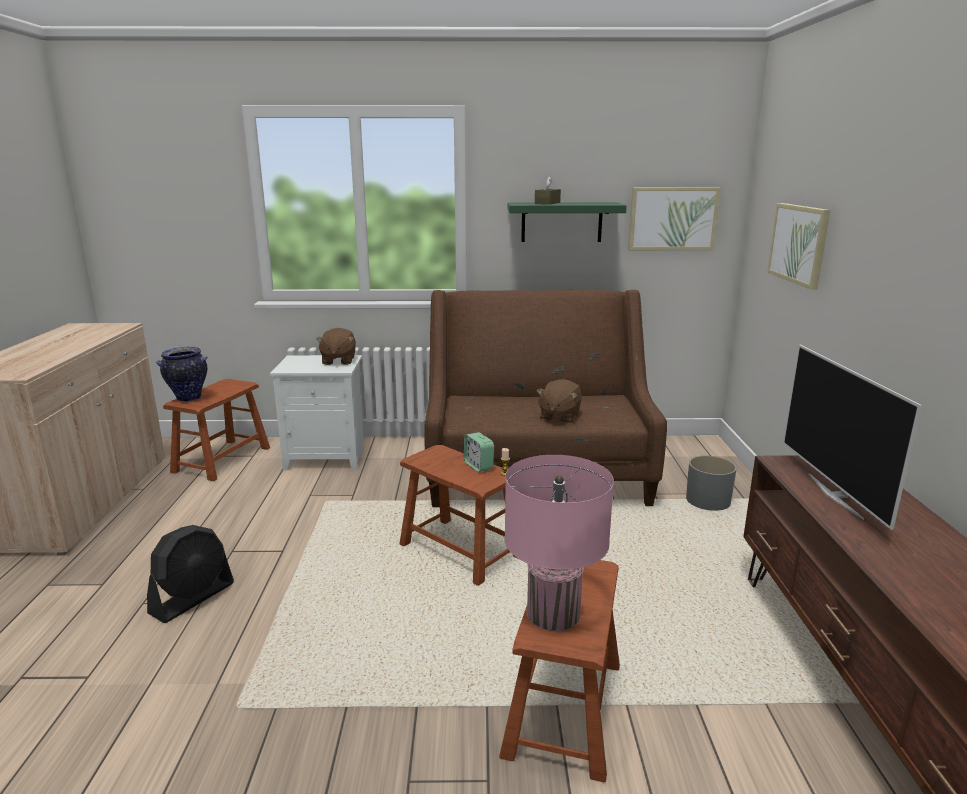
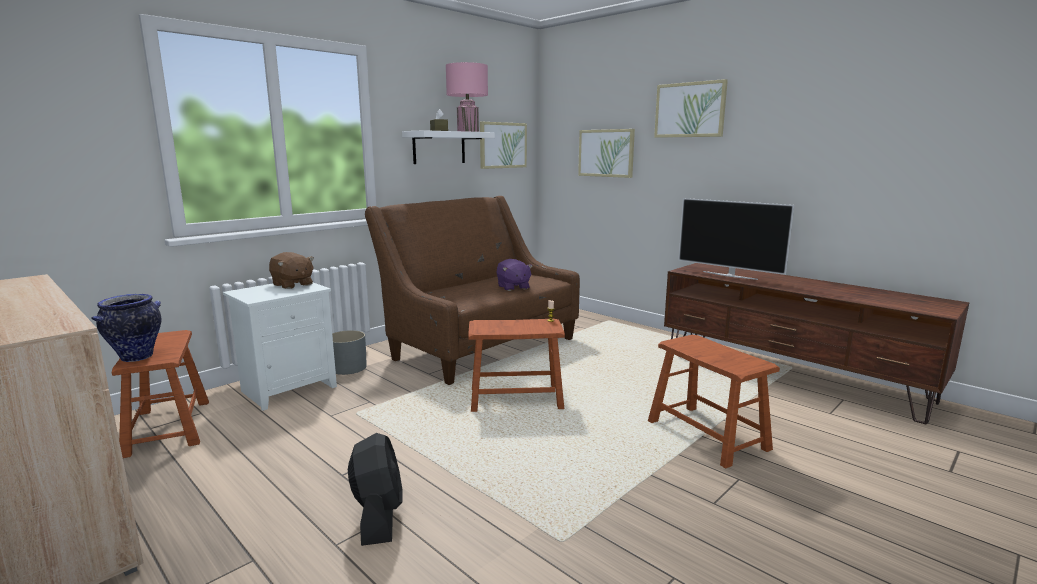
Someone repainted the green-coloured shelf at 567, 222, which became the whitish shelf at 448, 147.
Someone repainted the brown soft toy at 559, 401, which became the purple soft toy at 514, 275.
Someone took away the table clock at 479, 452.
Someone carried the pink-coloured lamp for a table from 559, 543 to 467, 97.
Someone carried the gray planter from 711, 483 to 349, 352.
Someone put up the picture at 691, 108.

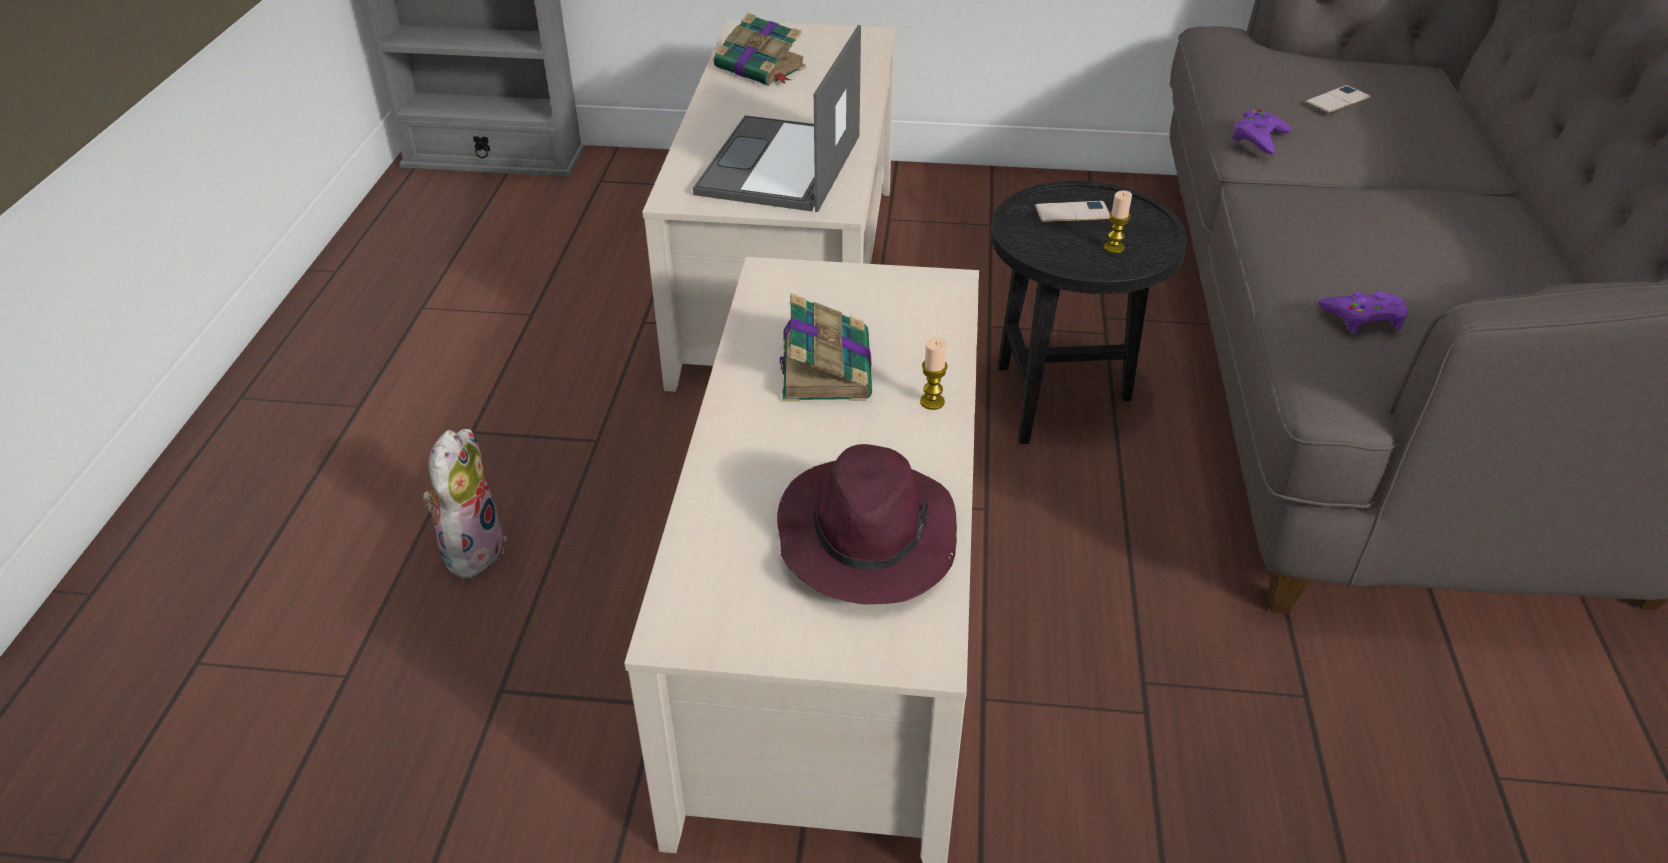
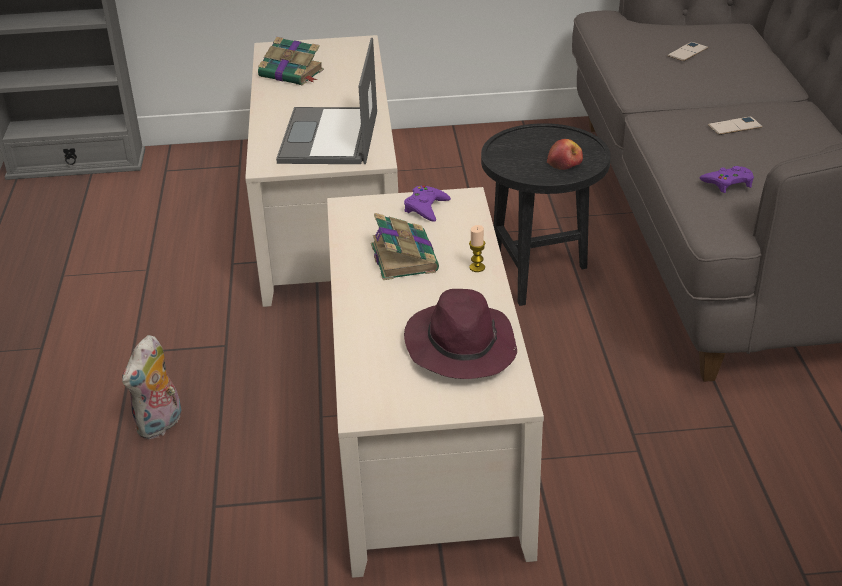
Someone carried the purple joypad from 1261, 132 to 427, 203.
Someone swapped the wax candle at 1118, 221 for the apple fruit at 565, 154.
Someone carried the handset from 1072, 211 to 735, 125.
Someone rotated the soft toy at 465, 504 by 150 degrees counterclockwise.

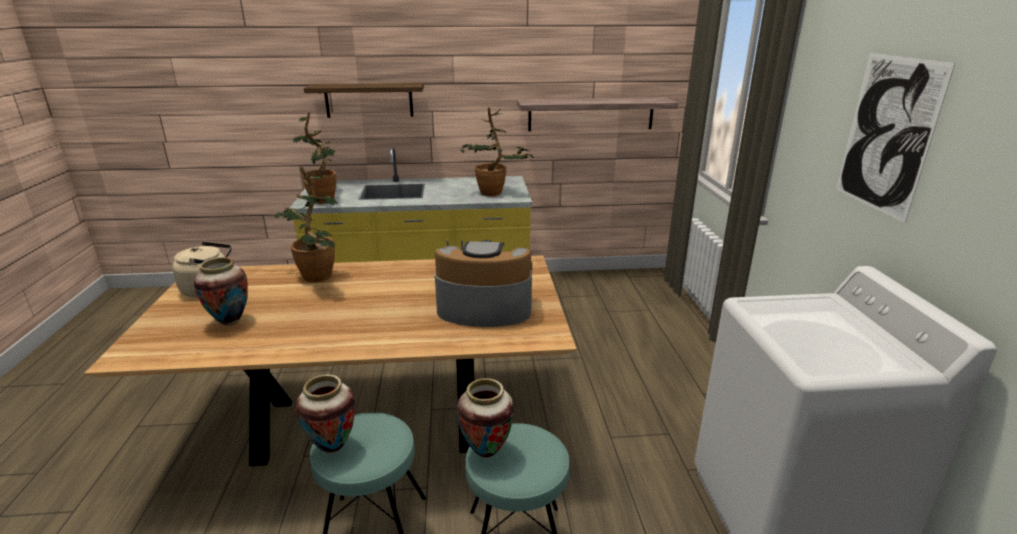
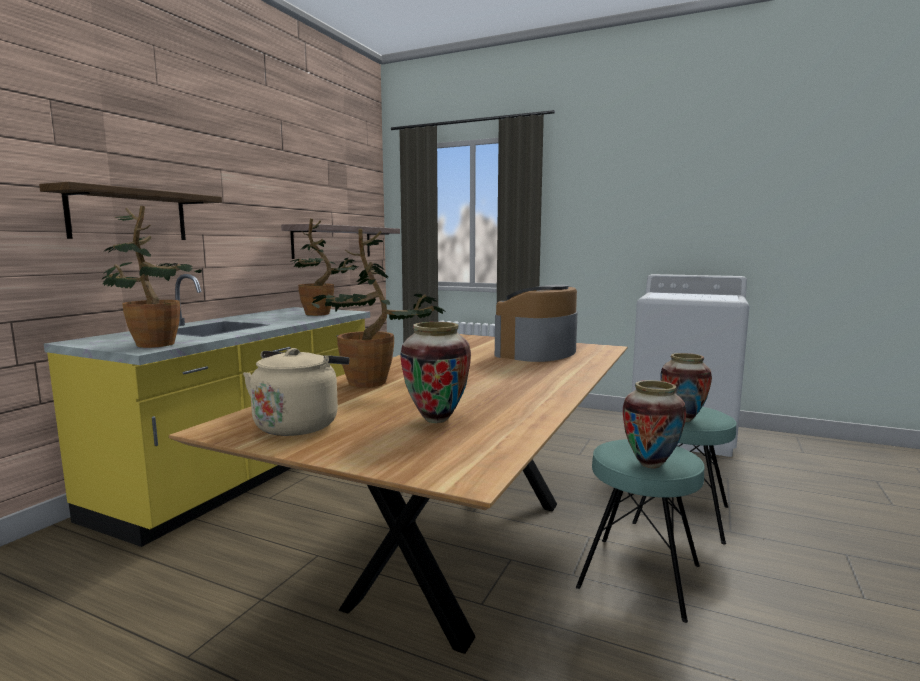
Someone took away the picture at 895, 138.

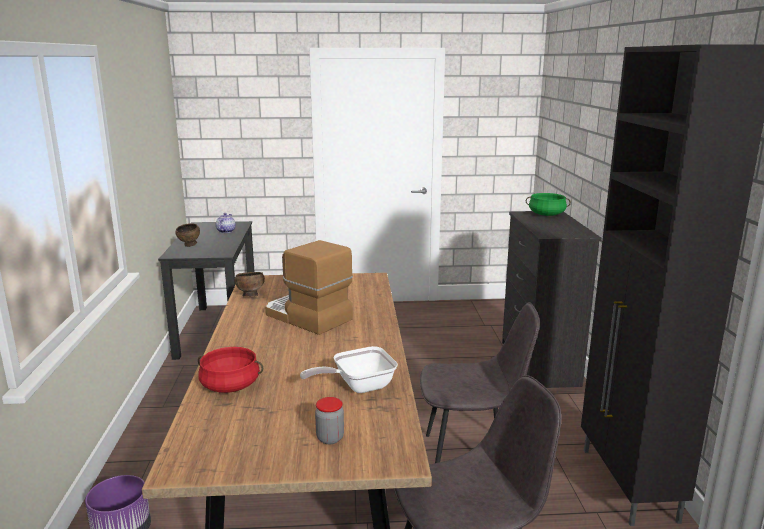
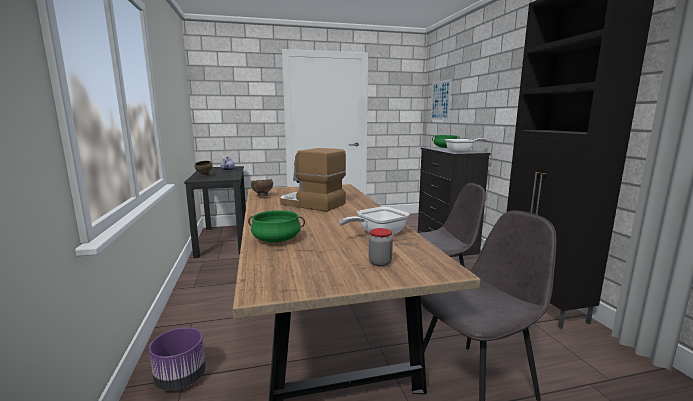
Someone repainted the reddish stockpot at 230, 370, which became the green-coloured stockpot at 276, 226.
Someone put up the picture at 440, 99.
Someone put down the skillet at 466, 145.

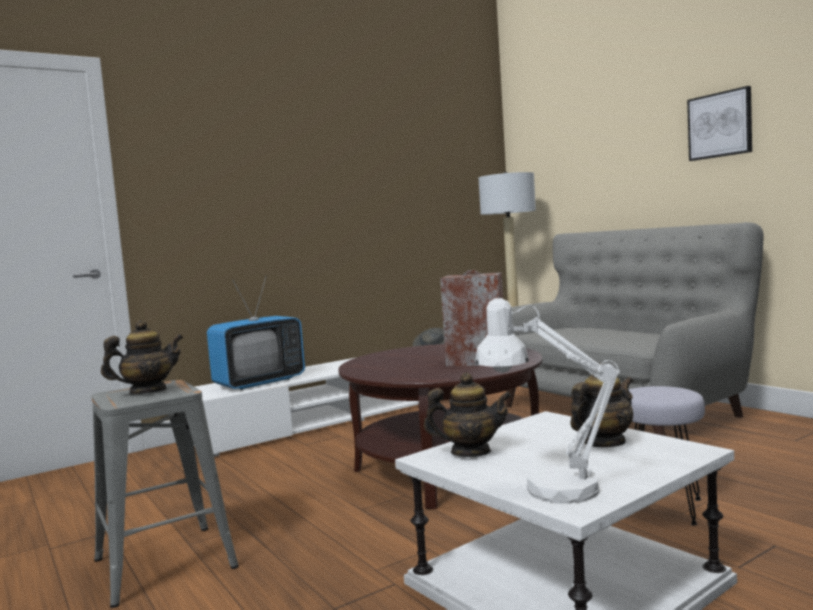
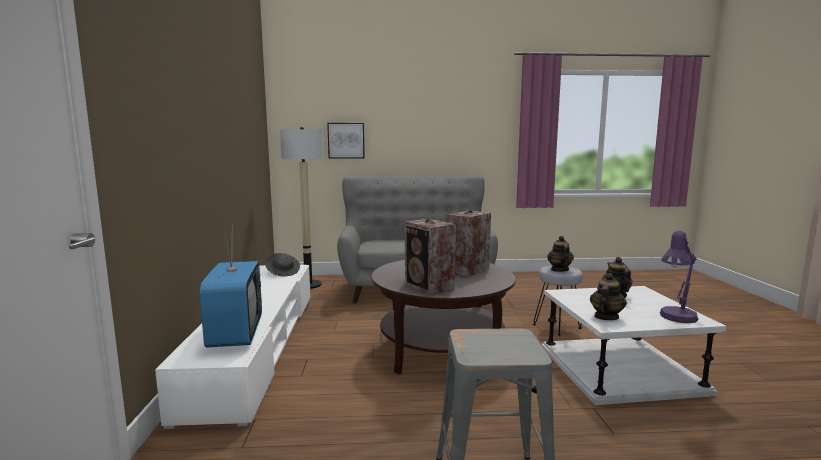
Someone carried the picture from 719, 123 to 346, 141.
Someone repainted the whitish lamp for a table at 547, 401, which became the purple lamp for a table at 679, 277.
Someone carried the pot for tea from 142, 357 to 560, 254.
Someone put down the speaker at 430, 257.

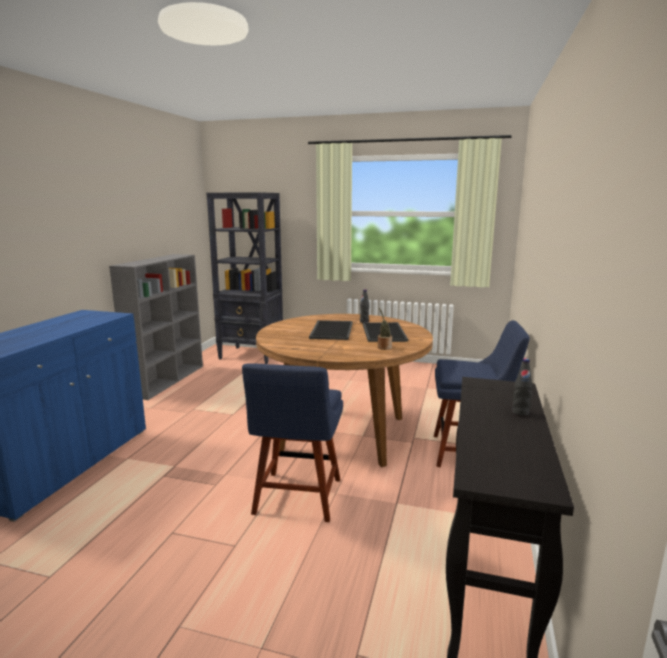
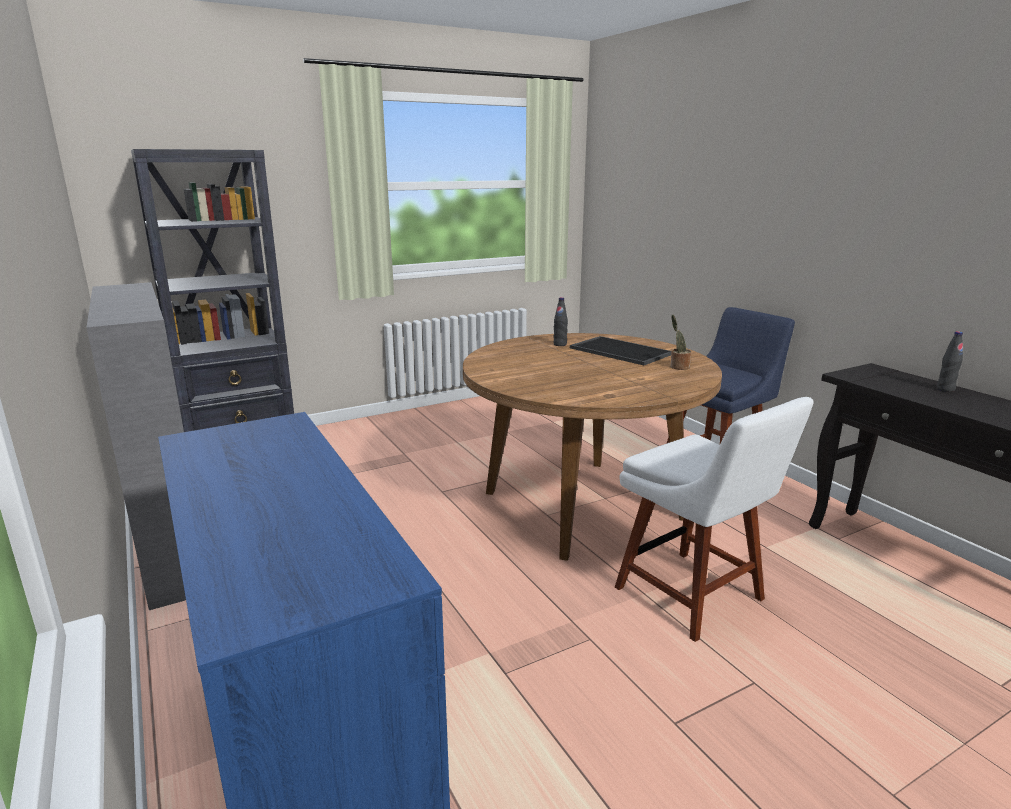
Someone took away the carrying tray at 331, 330.
Someone repainted the blue-coloured plain chair at 292, 442, which became the whitish plain chair at 714, 519.

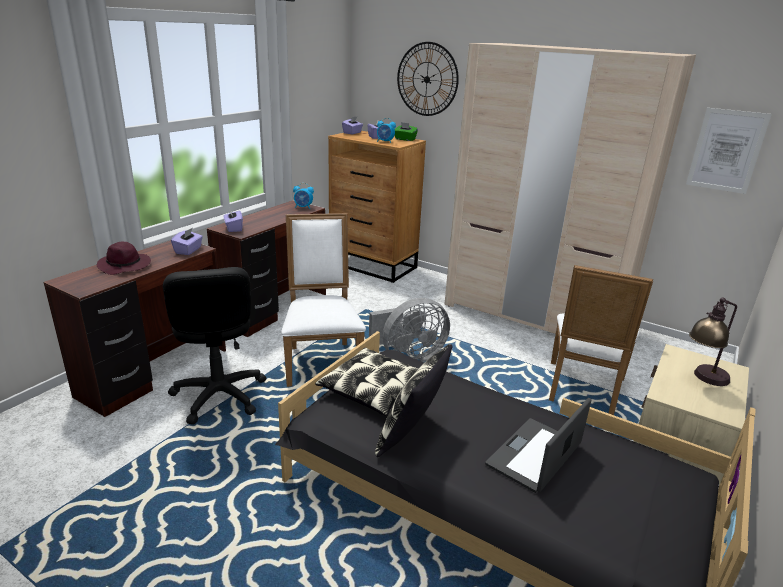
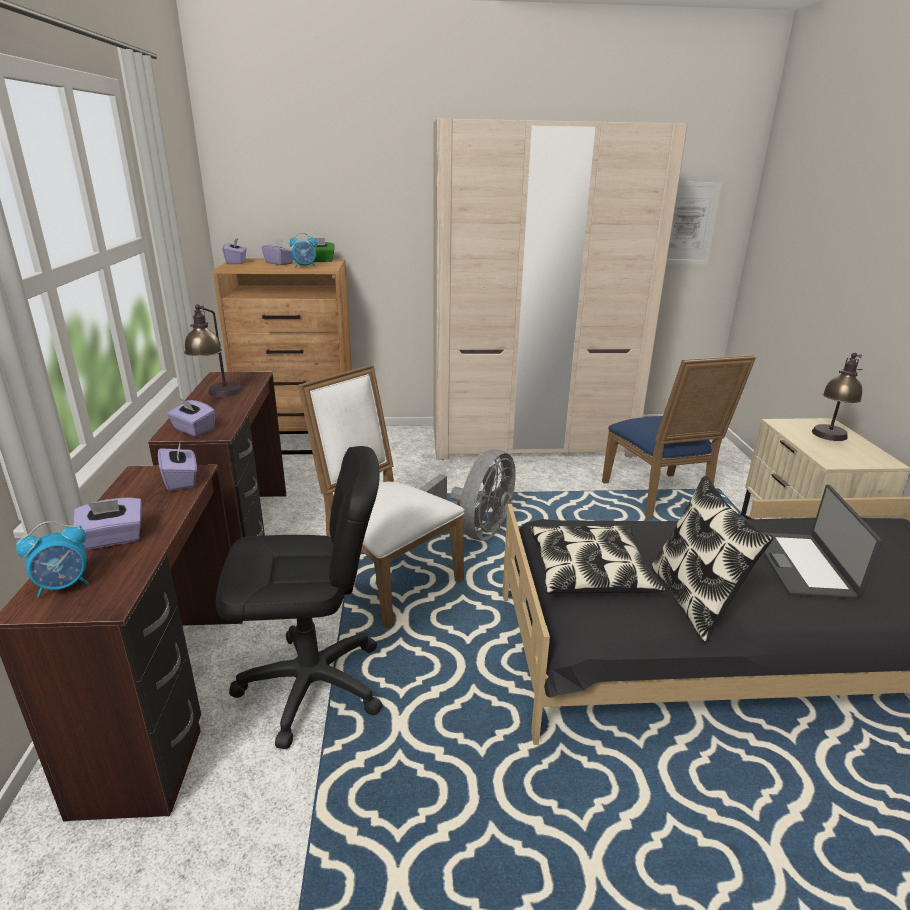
Someone took away the wall clock at 428, 79.
Someone carried the table clock from 303, 196 to 52, 559.
Someone swapped the purple wearable hat at 124, 258 for the purple box of tissues at 107, 523.
Someone repainted the whitish plain chair at 601, 340, which became the blue-coloured plain chair at 679, 437.
Someone rotated the black-coloured computer chair at 214, 346 by 45 degrees counterclockwise.
Someone put down the lamp for a table at 213, 350.

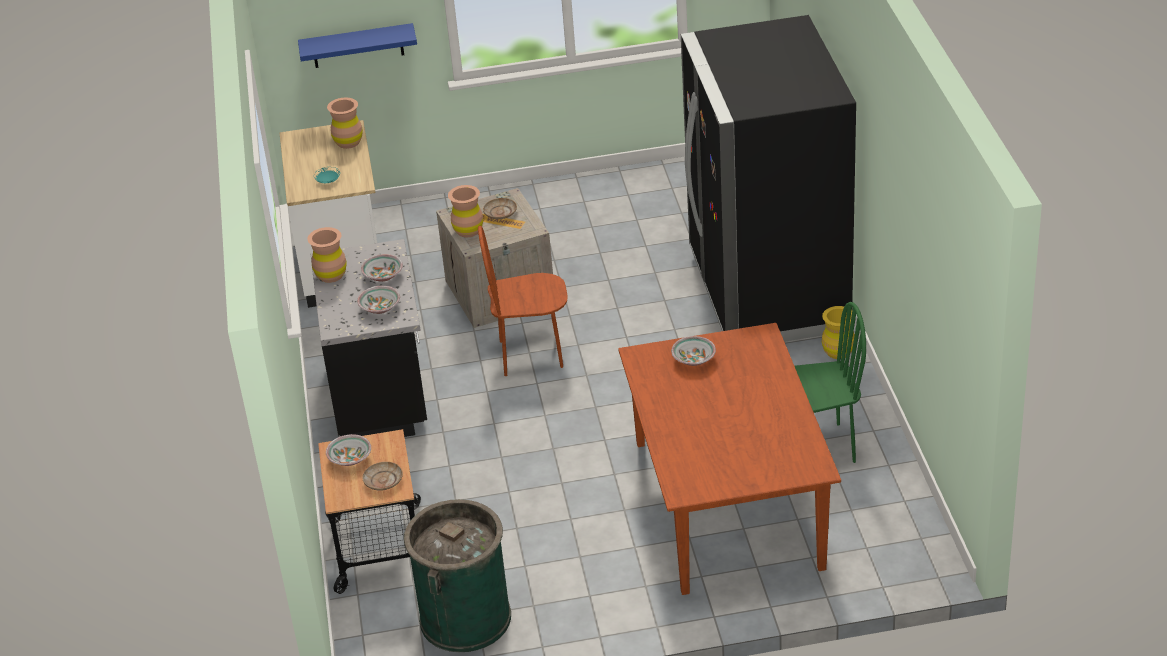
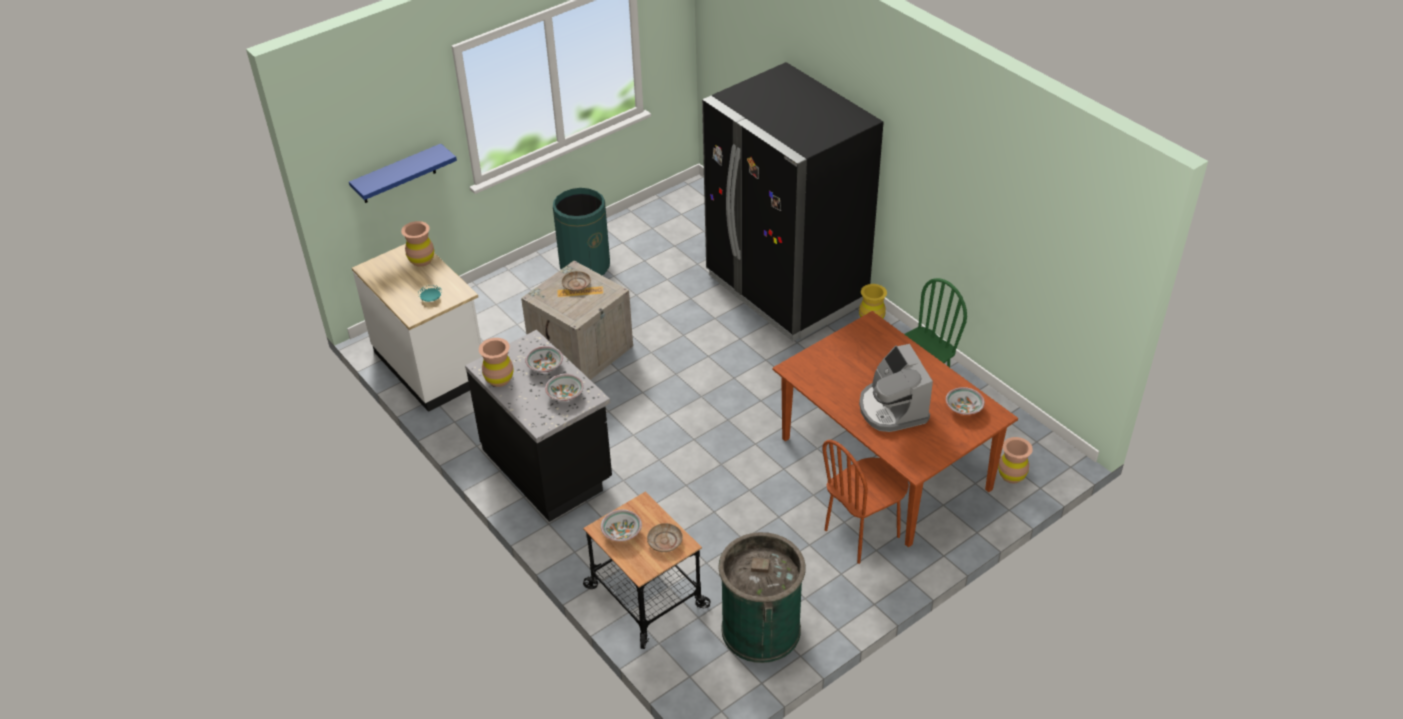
Someone carried the brown decorative vase from 465, 211 to 1015, 460.
Someone carried the brown plain chair from 522, 301 to 865, 502.
Someone carried the deep dish from 693, 351 to 965, 401.
Someone put down the green-coloured waste bin at 581, 231.
Someone put down the coffee machine at 896, 388.

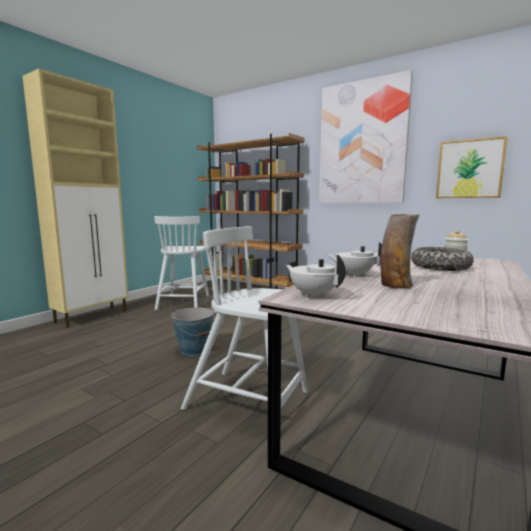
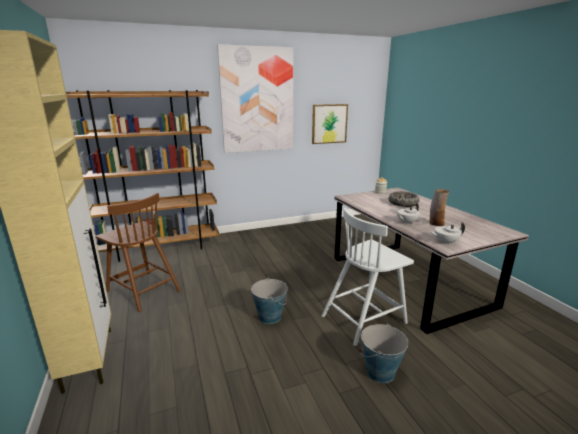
Someone repainted the whitish plain chair at 181, 263, which became the brown plain chair at 138, 252.
Someone put down the water bucket at 383, 353.

